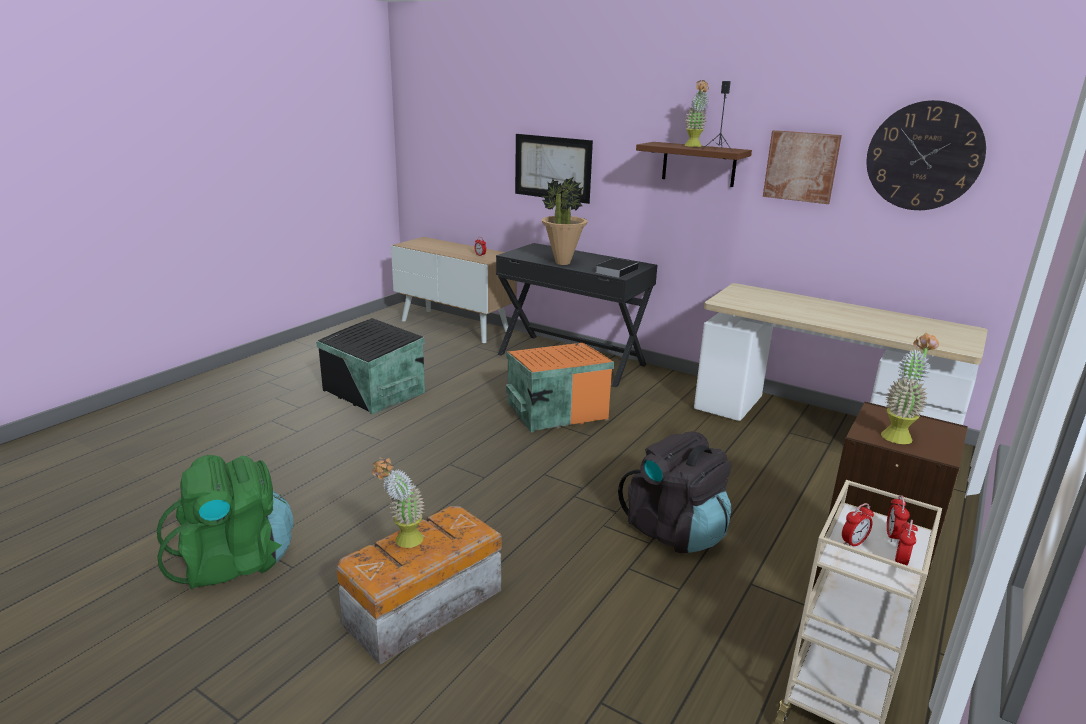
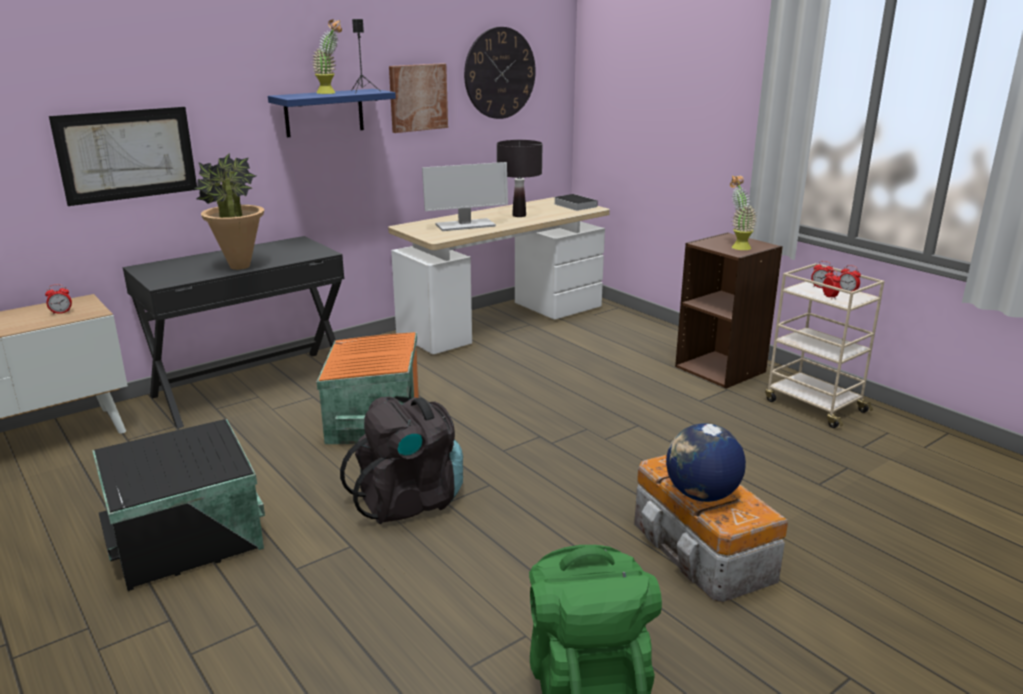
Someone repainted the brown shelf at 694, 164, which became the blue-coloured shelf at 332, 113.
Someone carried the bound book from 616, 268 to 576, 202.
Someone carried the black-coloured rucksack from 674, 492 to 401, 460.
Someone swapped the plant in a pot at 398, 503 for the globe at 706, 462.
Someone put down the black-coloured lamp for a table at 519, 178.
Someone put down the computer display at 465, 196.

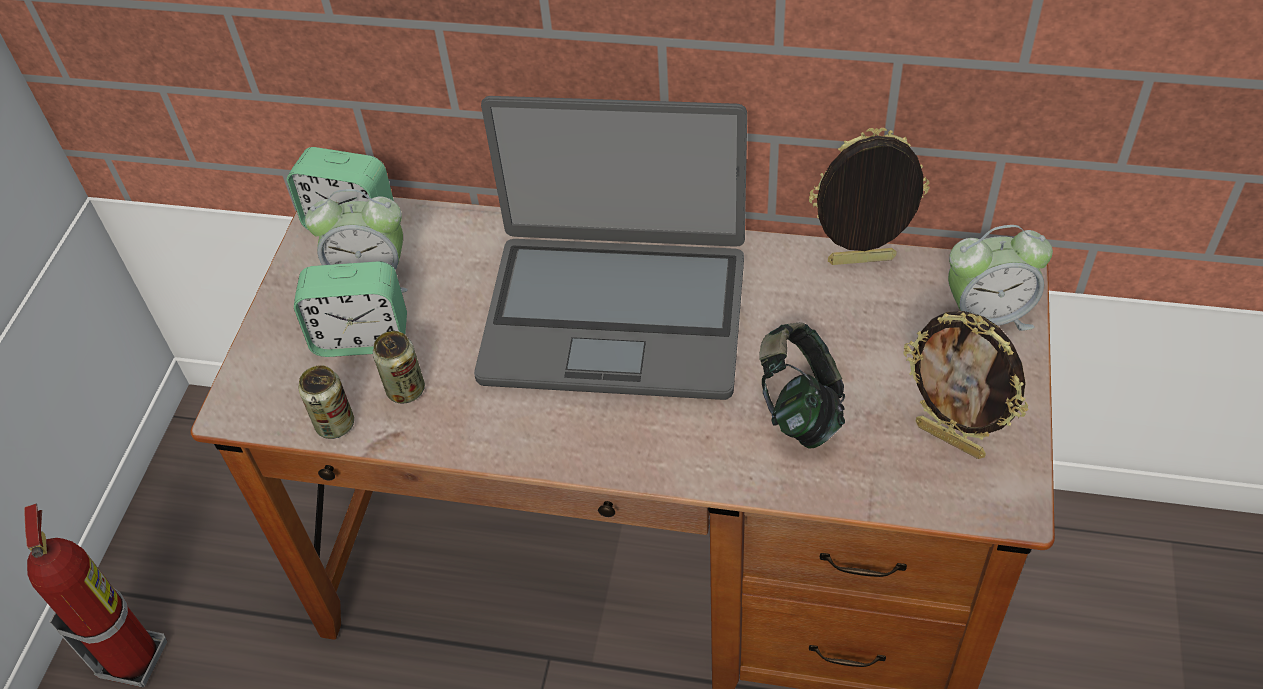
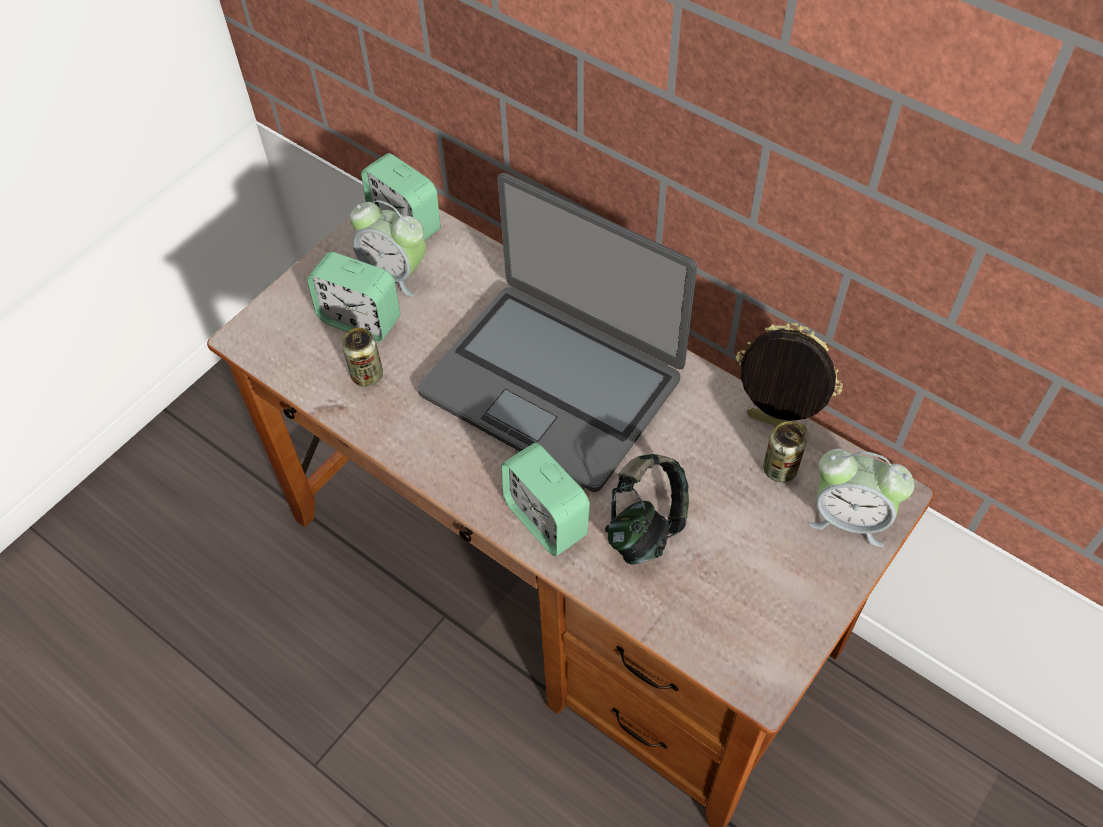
Someone took away the standing frame at 965, 385.
Someone carried the sealed can from 326, 402 to 785, 452.
Someone took away the extinguisher at 96, 595.
Someone put down the table clock at 545, 499.

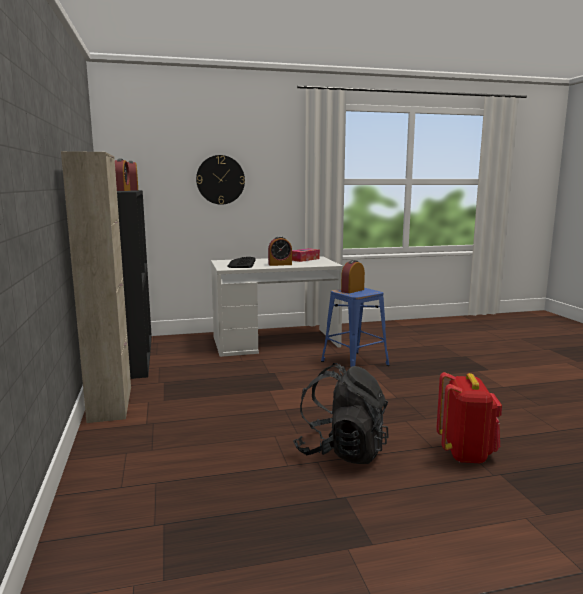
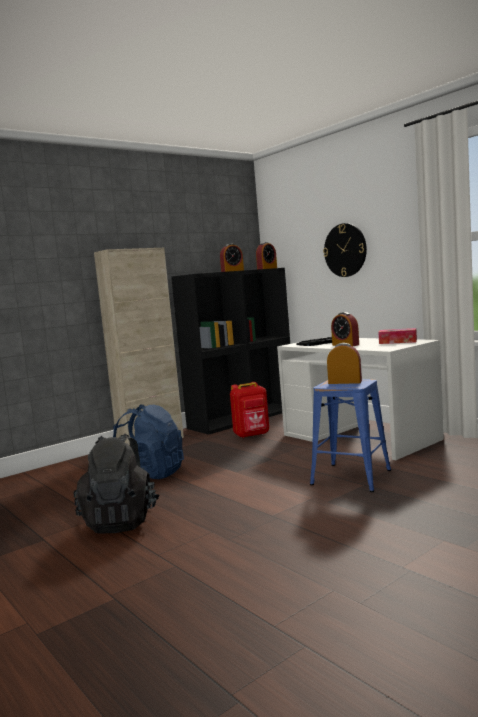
Someone carried the reddish rucksack from 469, 417 to 249, 410.
Someone put down the blue-coloured rucksack at 148, 442.

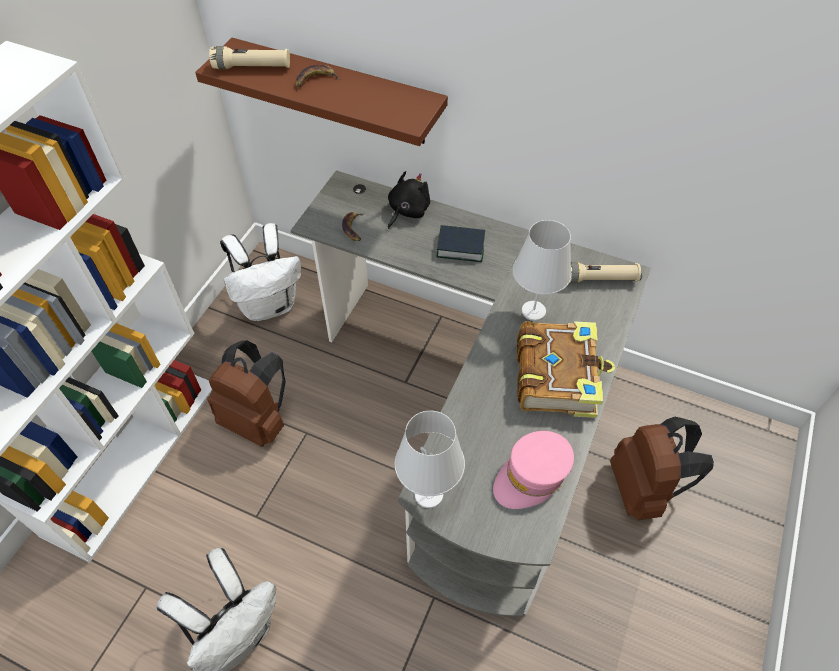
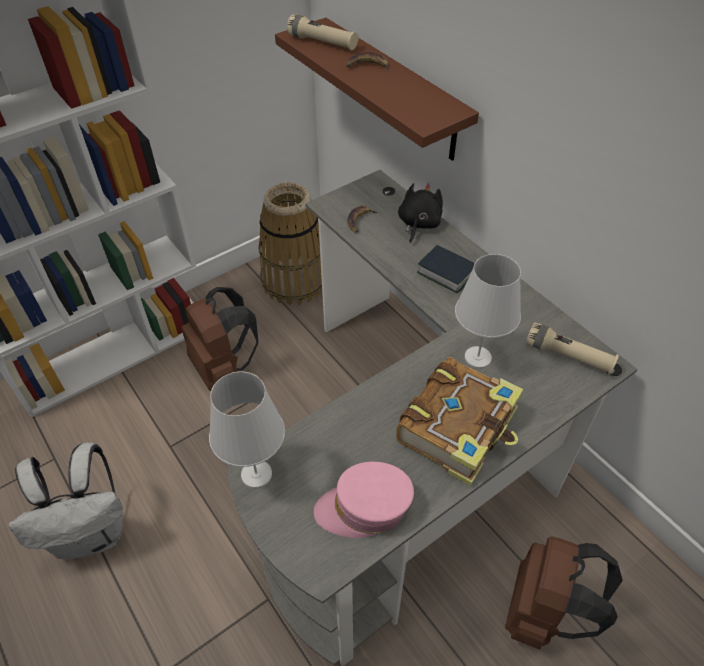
Someone rotated the black-coloured soft toy at 409, 200 by 45 degrees counterclockwise.
Someone swapped the whitish rucksack at 260, 272 for the household basket at 290, 244.

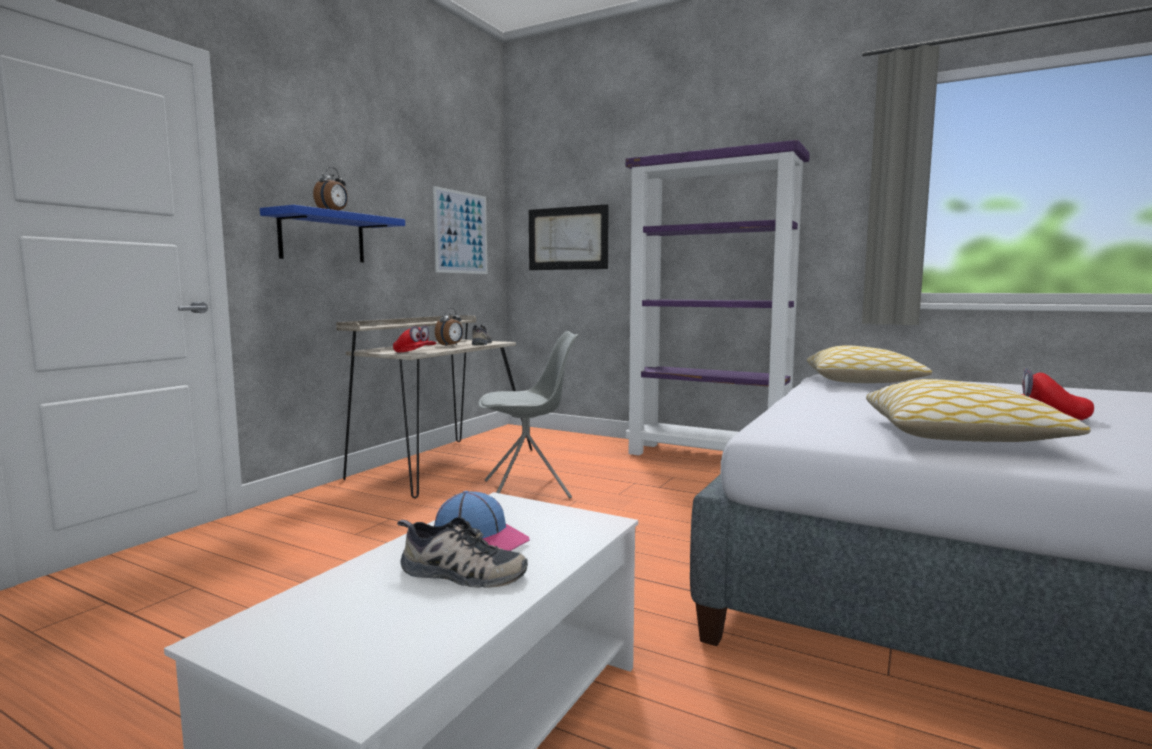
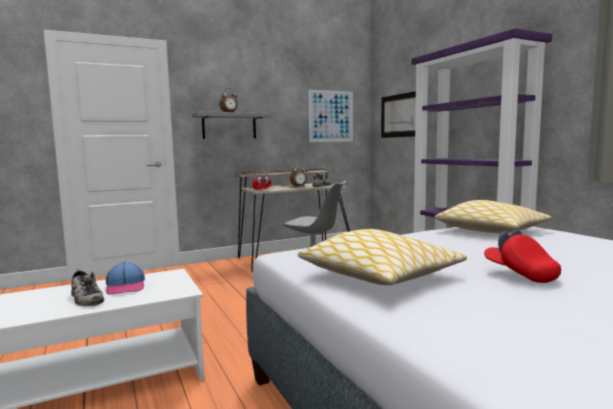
Someone repainted the blue-coloured shelf at 332, 233, which became the gray shelf at 232, 125.

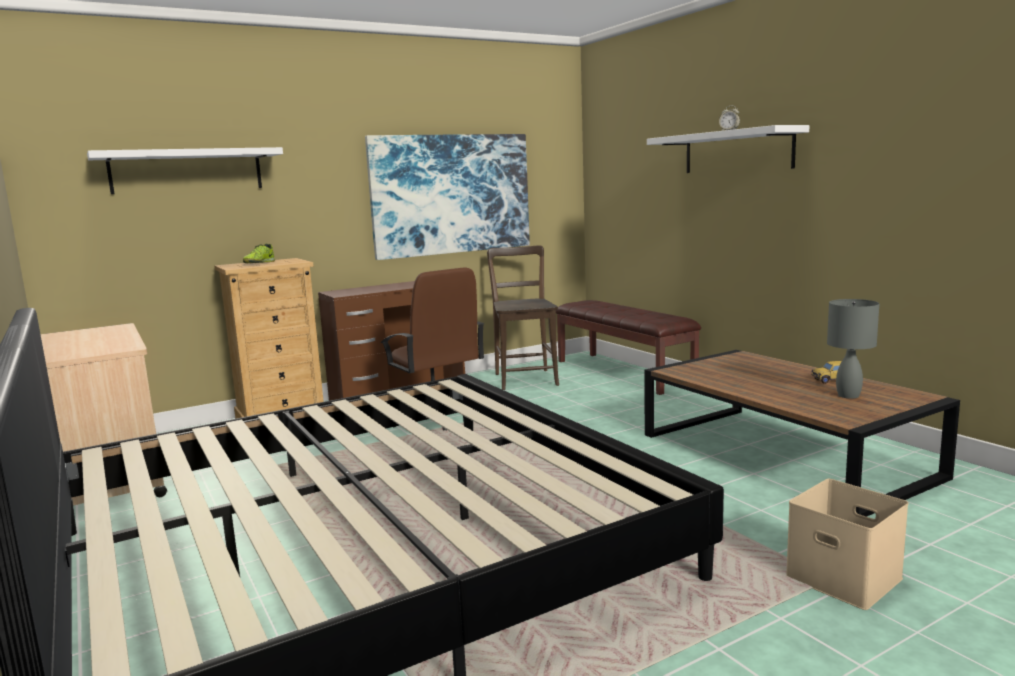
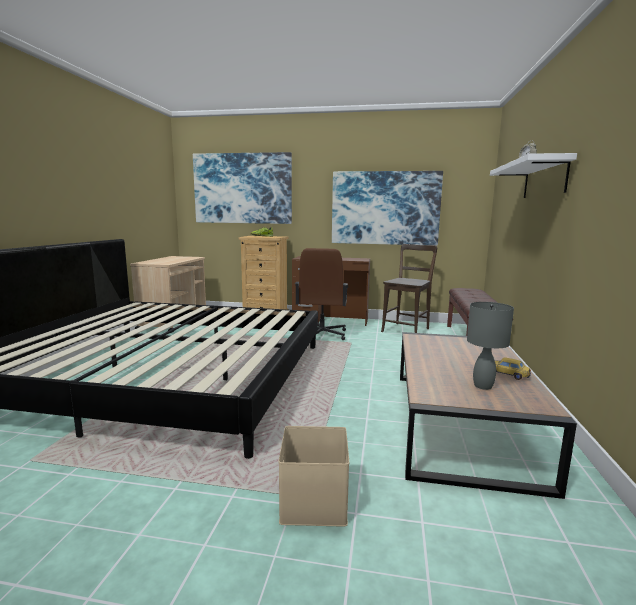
Someone swapped the whitish shelf at 185, 170 for the picture at 242, 188.

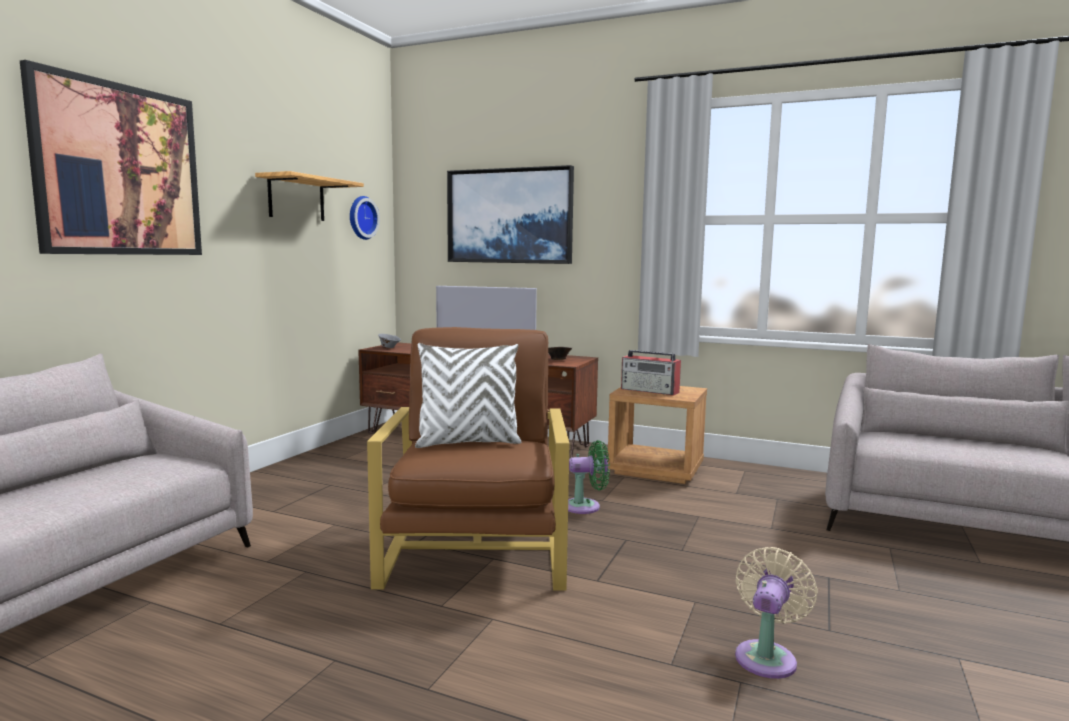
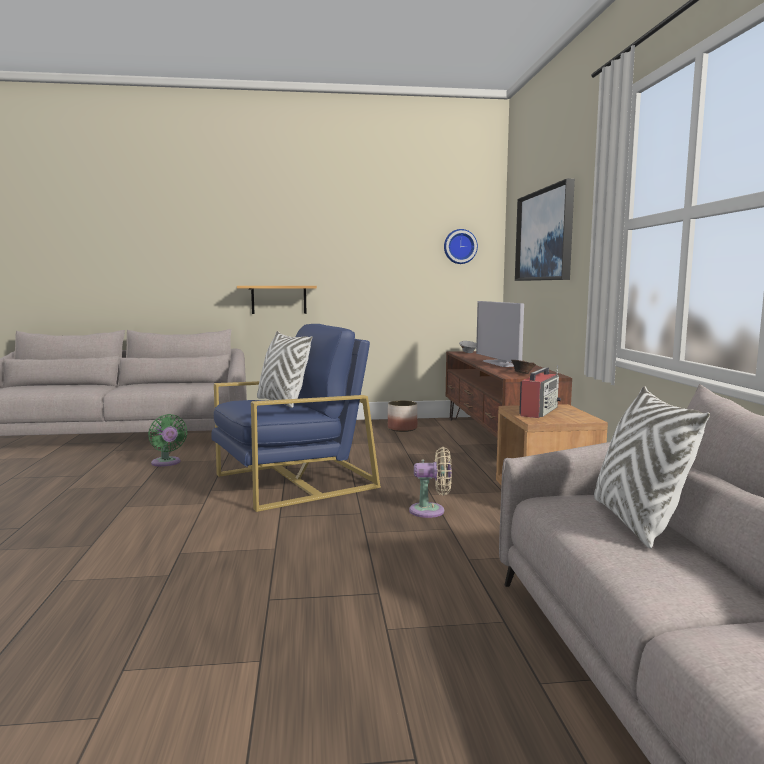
Someone took away the picture at 111, 157.
Someone carried the shelf from 309, 196 to 277, 300.
Someone repainted the brown lounge chair at 468, 459, which became the blue-coloured lounge chair at 296, 418.
Someone rotated the radio receiver at 651, 373 by 150 degrees counterclockwise.
Someone carried the green-coloured cooling fan from 589, 477 to 167, 440.
Someone carried the beige-coloured cooling fan from 776, 613 to 430, 482.
Someone put down the whitish cushion at 652, 467.
Someone put down the planter at 402, 416.

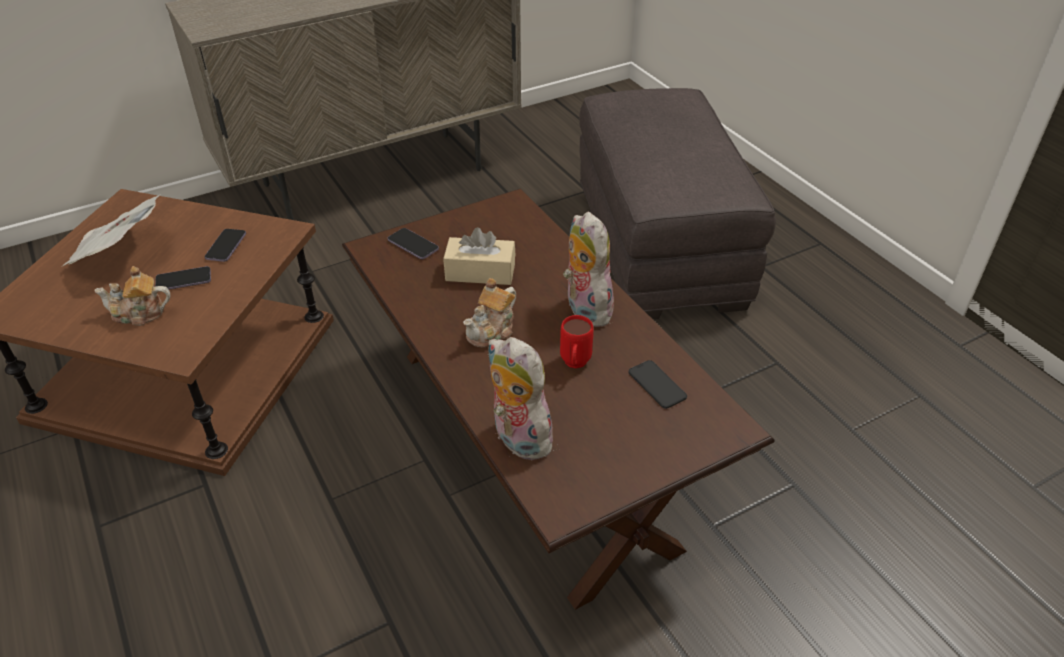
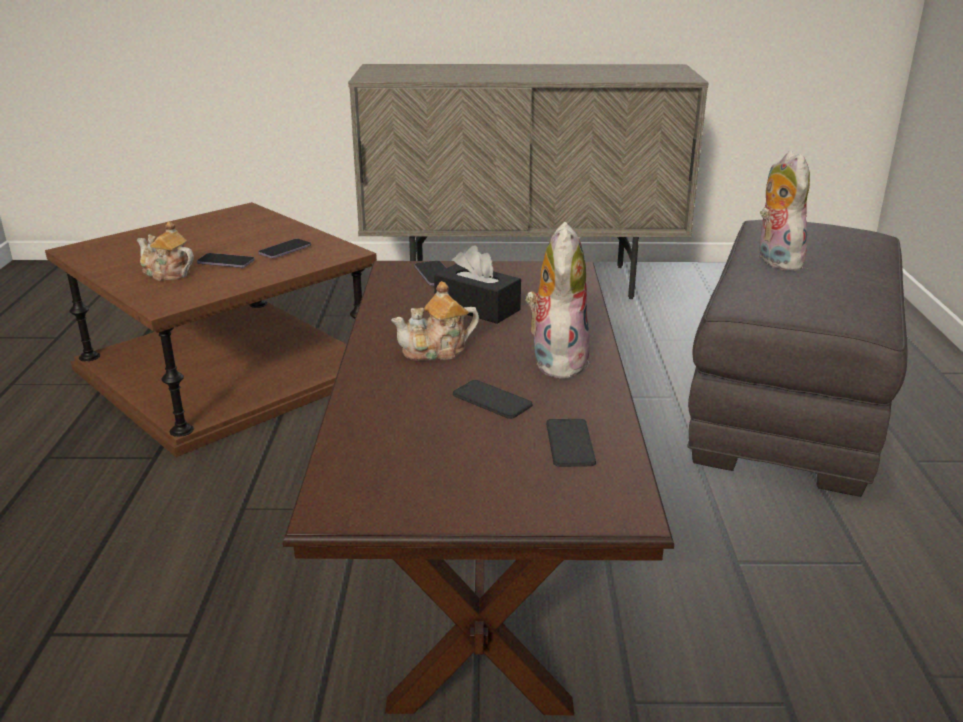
Someone took away the newspaper at 112, 230.
Someone repainted the beige-coloured box of tissues at 479, 256, which became the black-coloured box of tissues at 477, 284.
Someone swapped the reddish mug at 577, 341 for the handset at 493, 399.
Someone carried the soft toy from 524, 398 to 784, 211.

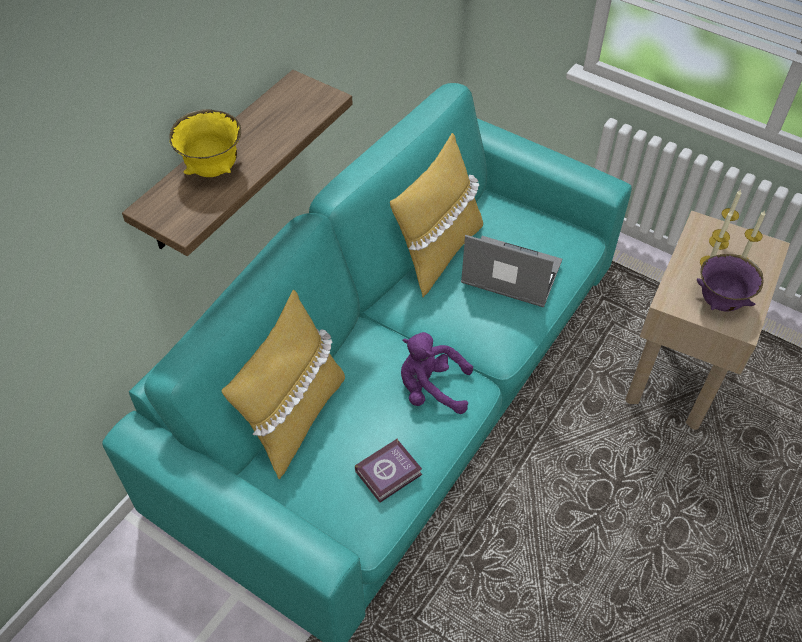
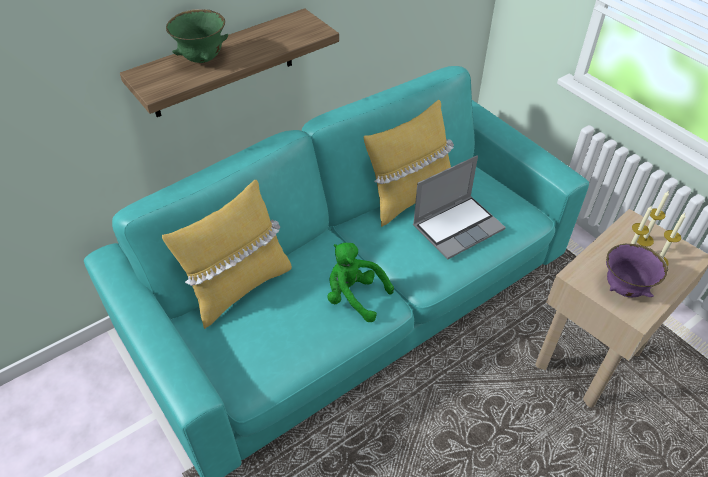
Someone repainted the yellow deep dish at 205, 143, which became the green-coloured deep dish at 197, 36.
Someone rotated the portable computer at 511, 271 by 105 degrees clockwise.
Someone repainted the purple soft toy at 437, 373, which became the green-coloured soft toy at 360, 282.
Someone took away the bound book at 388, 470.

